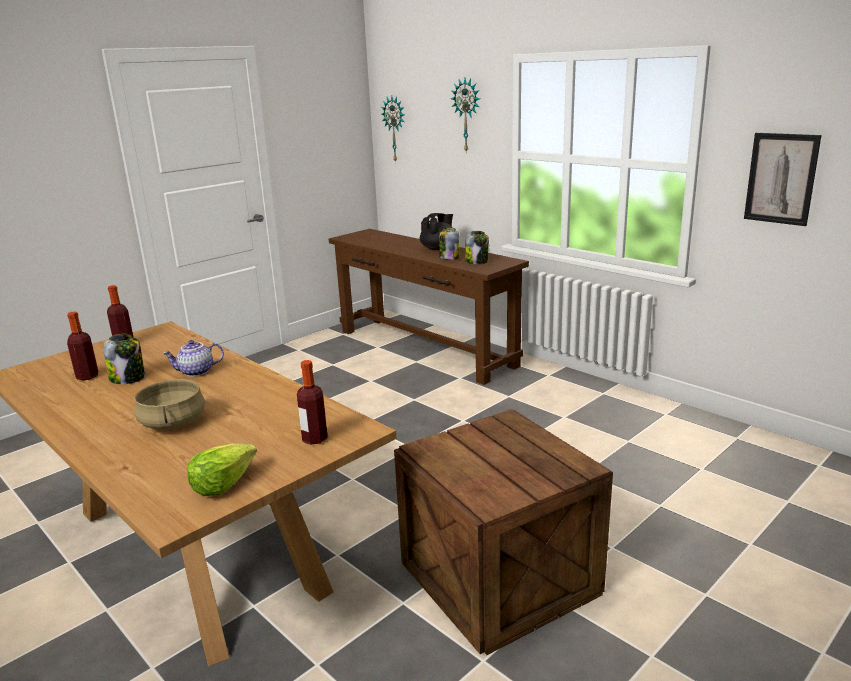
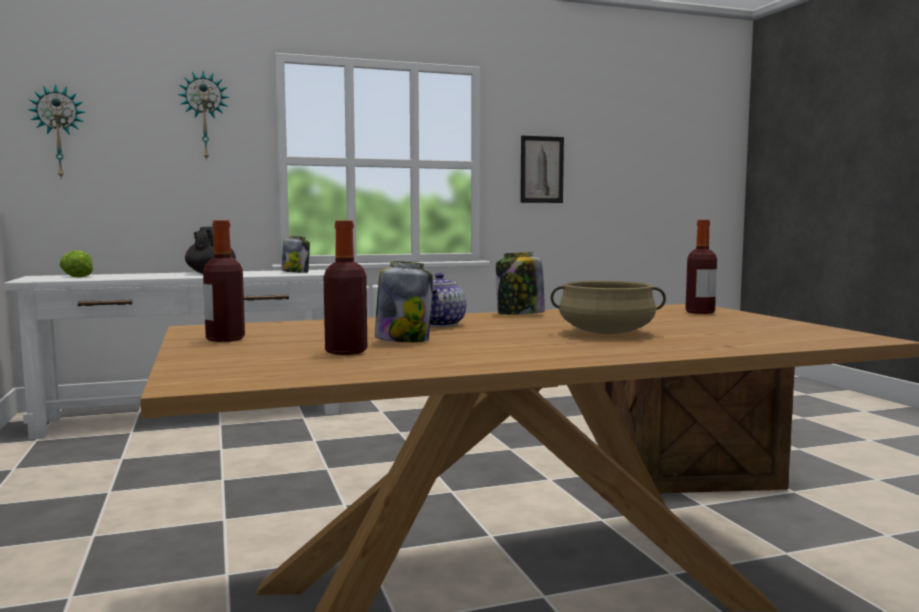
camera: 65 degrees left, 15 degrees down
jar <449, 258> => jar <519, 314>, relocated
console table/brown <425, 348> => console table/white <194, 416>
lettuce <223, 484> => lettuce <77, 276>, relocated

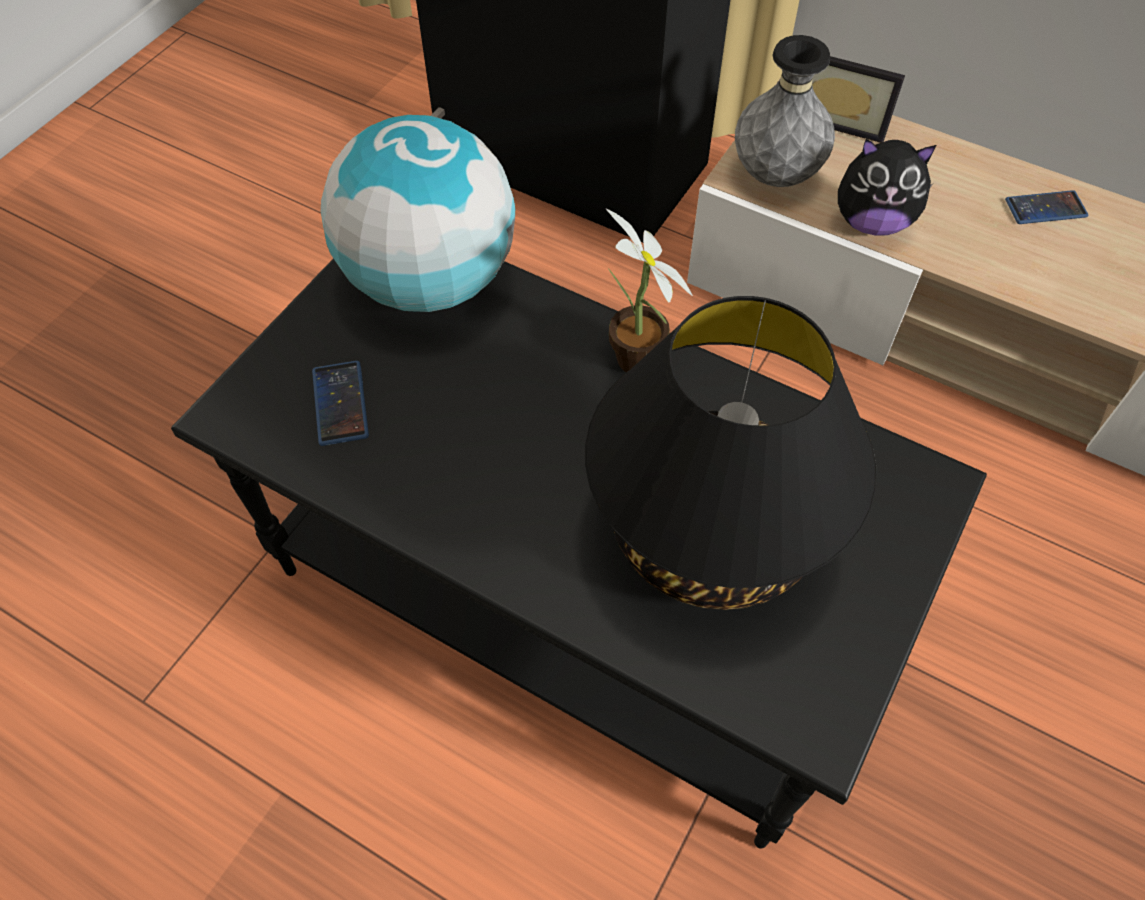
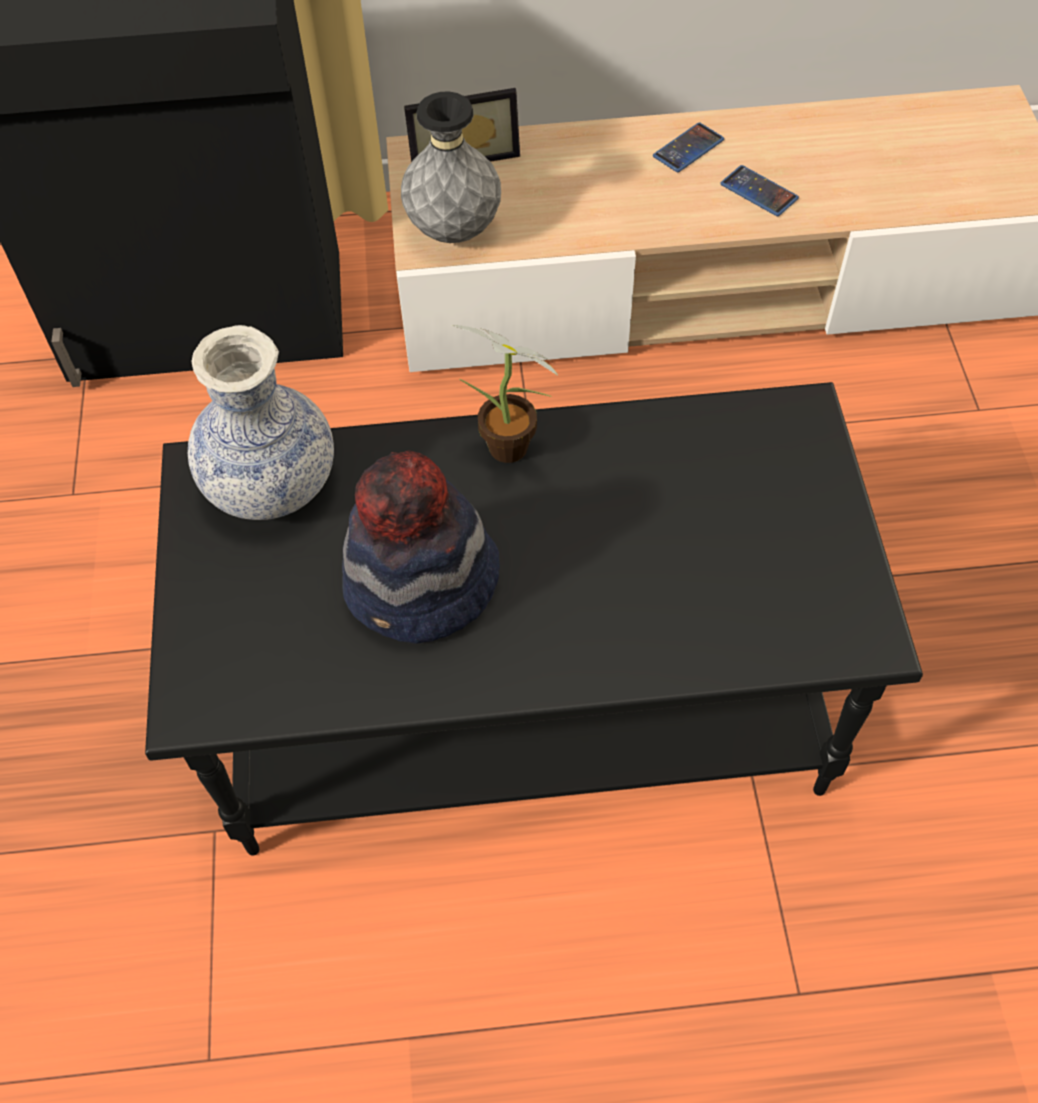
camera: 35 degrees left, 0 degrees up
globe <430, 281> => vase <271, 483>
plush toy <872, 222> => nothing
table lamp/black <713, 531> => nothing
phone <340, 403> => phone <759, 192>, relocated
nothing => hat <422, 586>

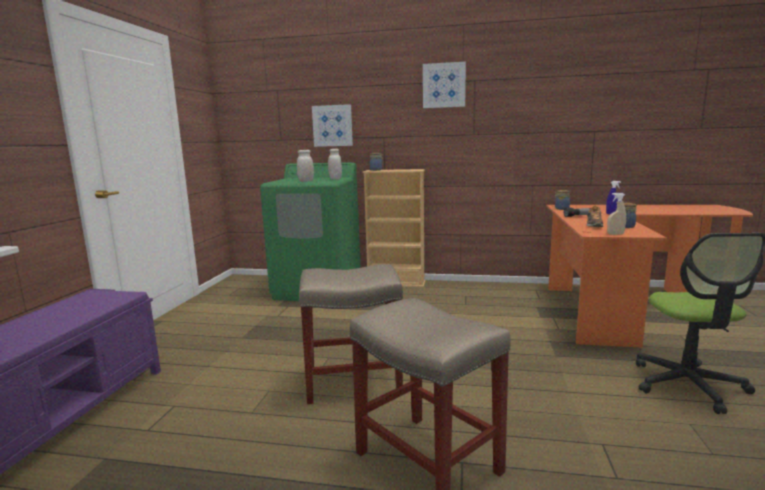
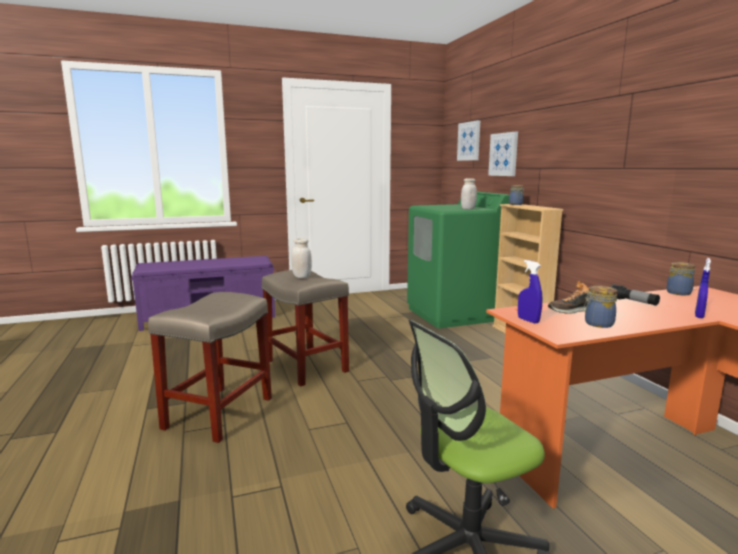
camera: 60 degrees right, 0 degrees up
picture <444, 85> => picture <469, 141>, relocated
jar/white <306, 181> => jar/white <302, 276>, relocated
spray bottle/beige <615, 234> => spray bottle/blue <528, 320>

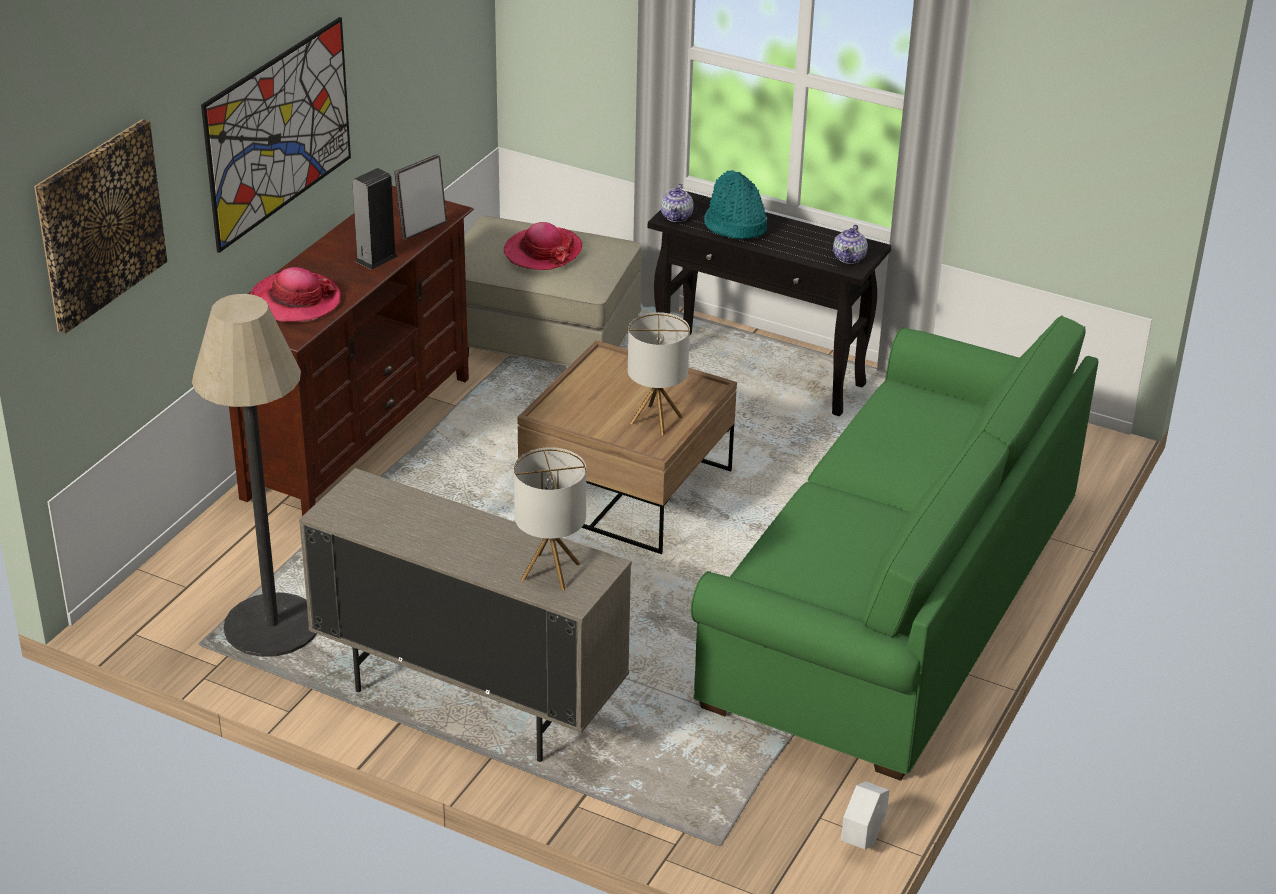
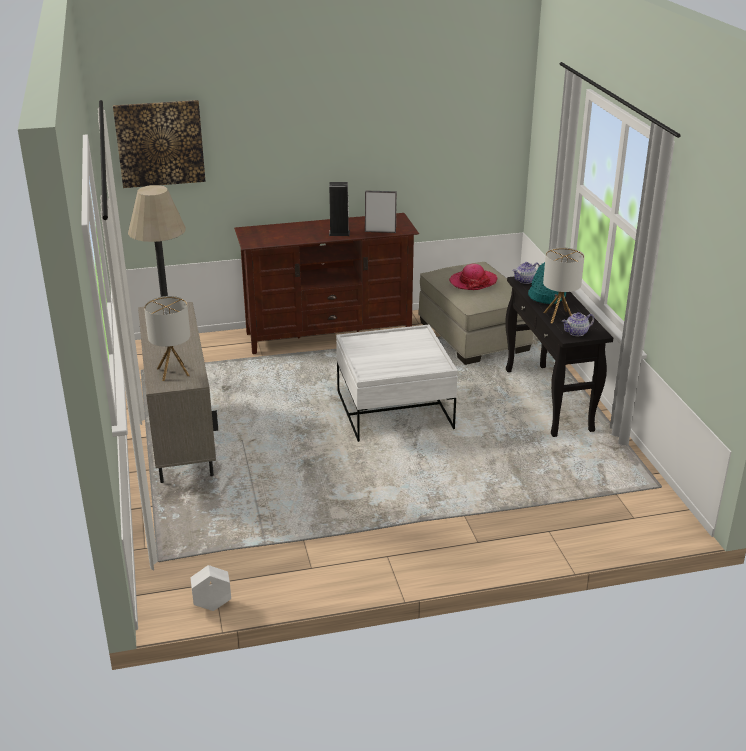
camera: 50 degrees right, 5 degrees down
picture <279, 132> => nothing
hat <295, 301> => nothing
table lamp <656, 420> => table lamp <558, 317>, relocated
sofa/green <896, 602> => nothing
coffee table/brown <627, 489> => coffee table/white <394, 410>

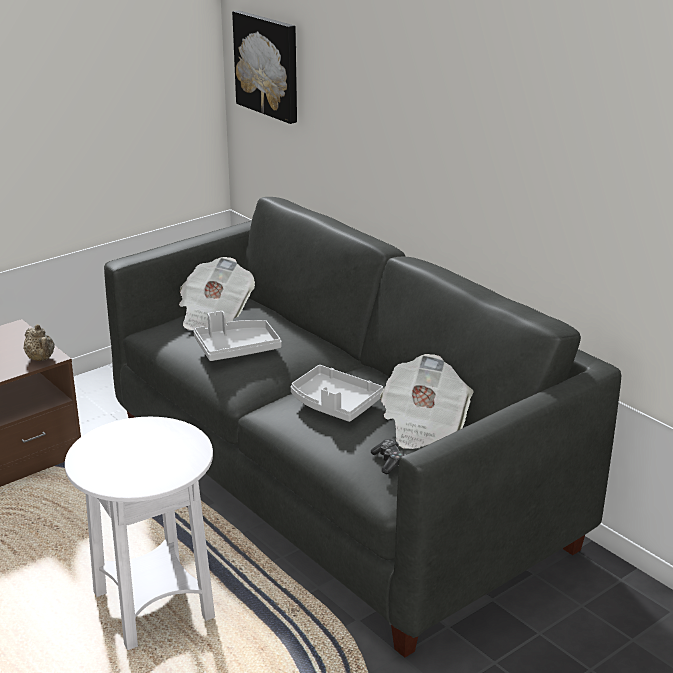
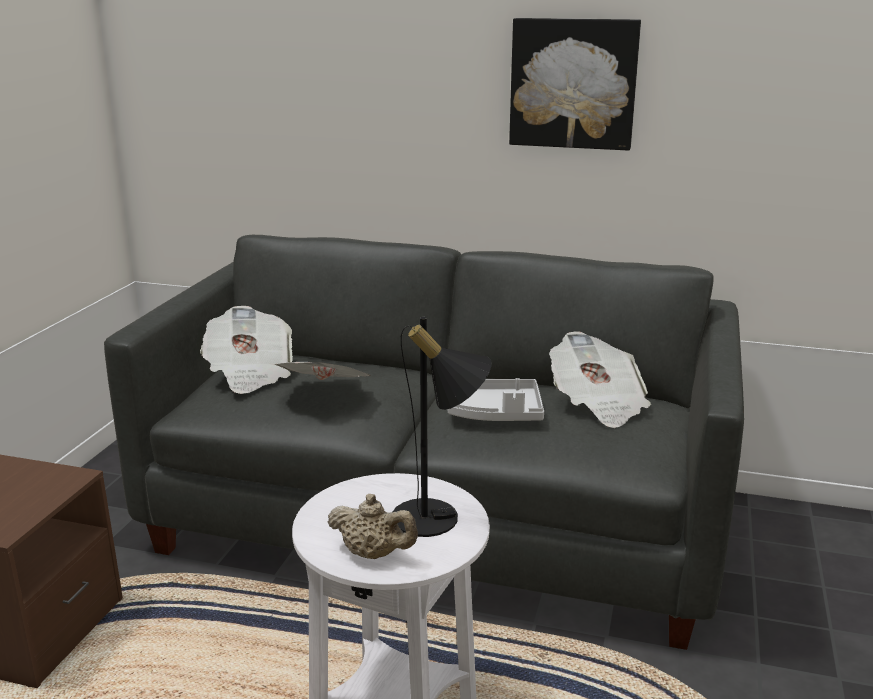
camera: 35 degrees left, 5 degrees down
picture <268, 65> => picture <573, 83>, relocated
tray/grey <236, 349> => newspaper <325, 395>
teapot/beige <41, 359> => teapot/beige <373, 554>, relocated
game controller <389, 461> => nothing
nothing => table lamp/black <438, 519>

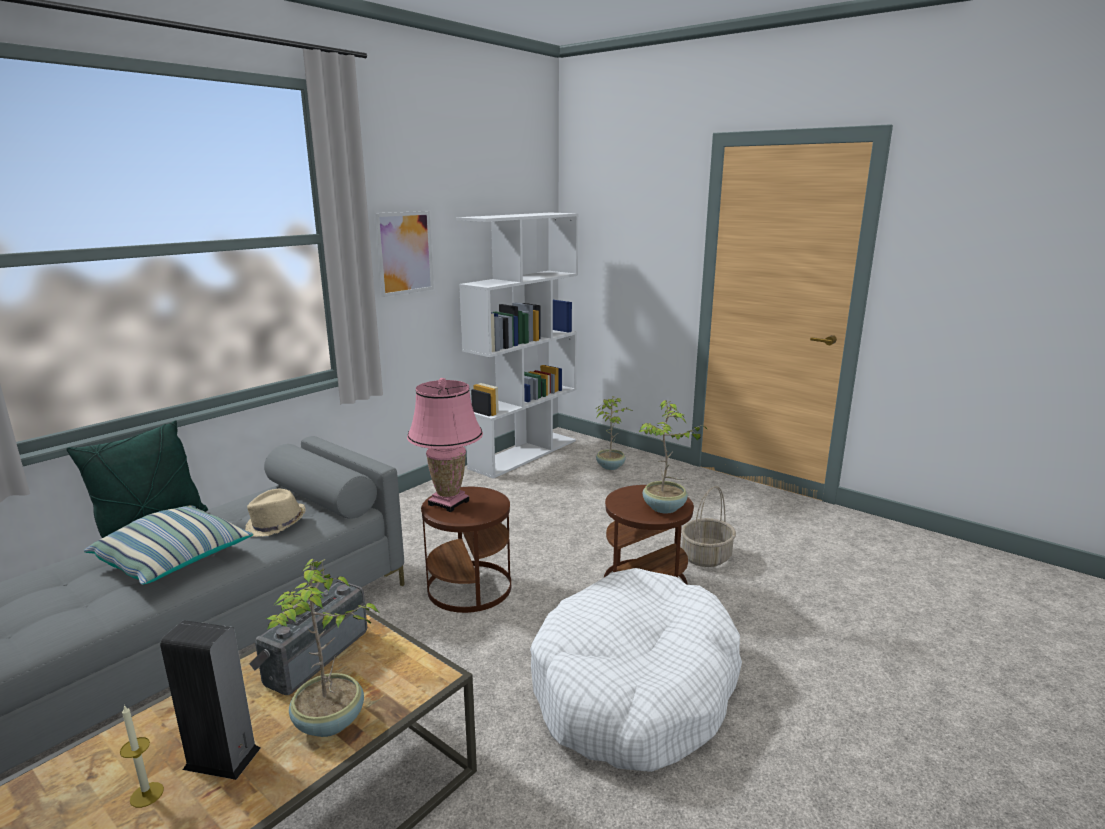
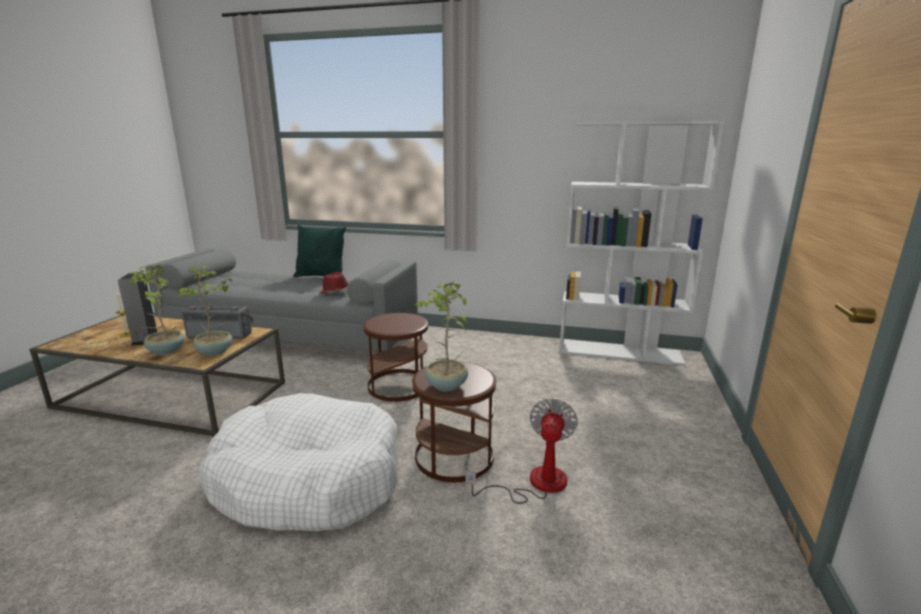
camera: 65 degrees right, 0 degrees up
picture <405, 253> => nothing
table lamp/pink <448, 503> => nothing
potted plant <610, 466> => potted plant <215, 352>, relocated
basket <706, 557> => fan <535, 483>
hat/beige <276, 525> => hat/red <335, 292>
pillow <175, 561> => nothing

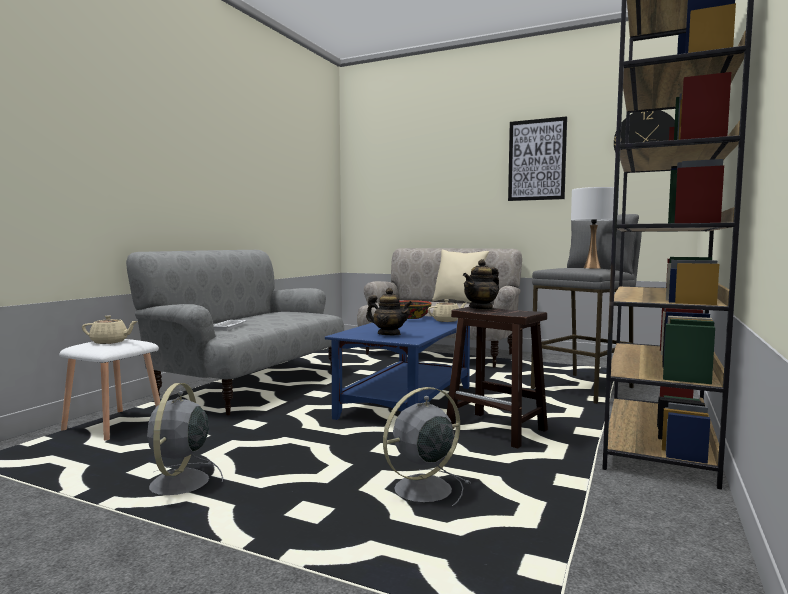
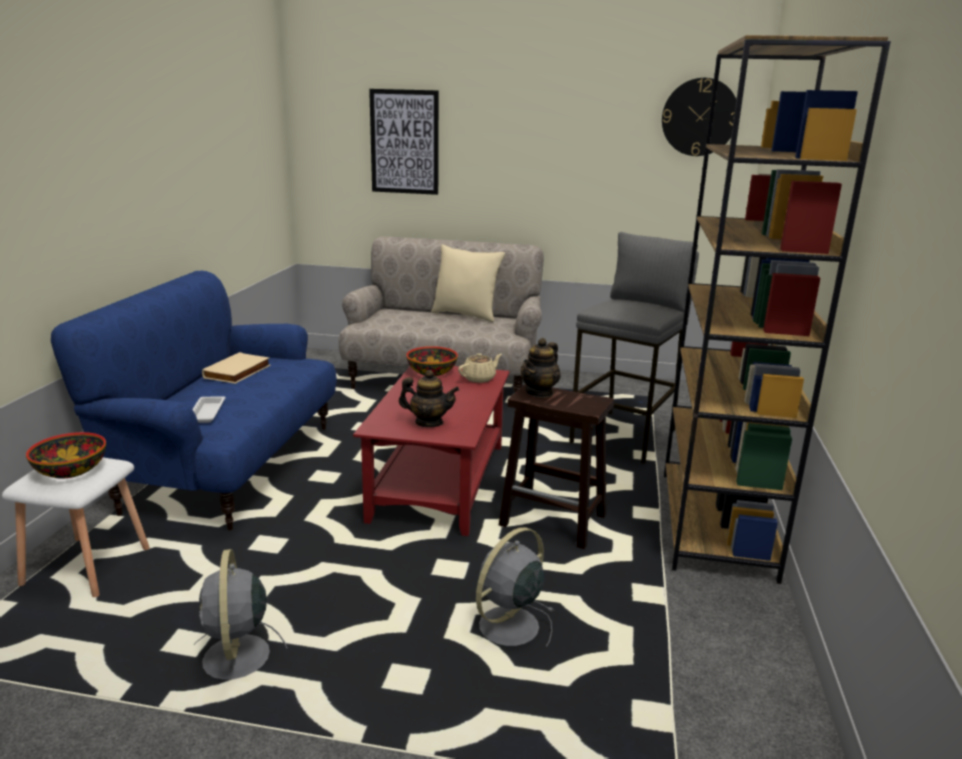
camera: 15 degrees left, 15 degrees up
picture <537, 160> => picture <404, 142>, relocated
table lamp/white <591, 268> => nothing
sofa/grey <250, 385> => sofa/blue <228, 467>
teapot/beige <110, 342> => bowl <70, 471>
coffee table/blue <407, 402> => coffee table/red <439, 482>
nothing => book/beige <238, 372>

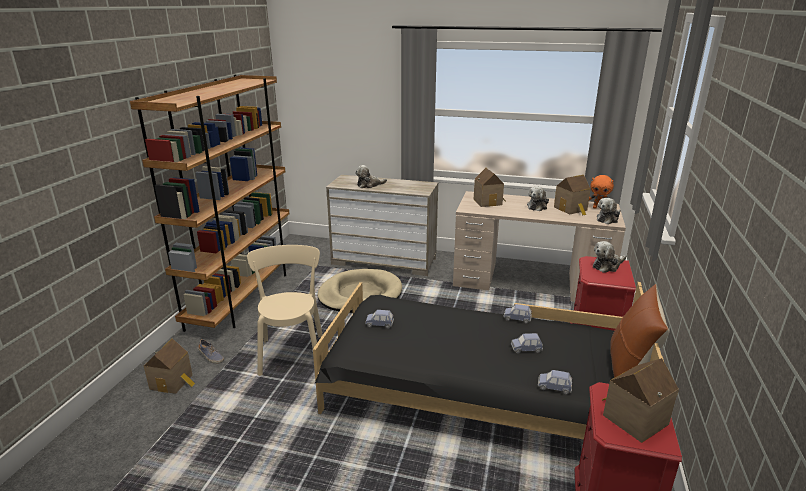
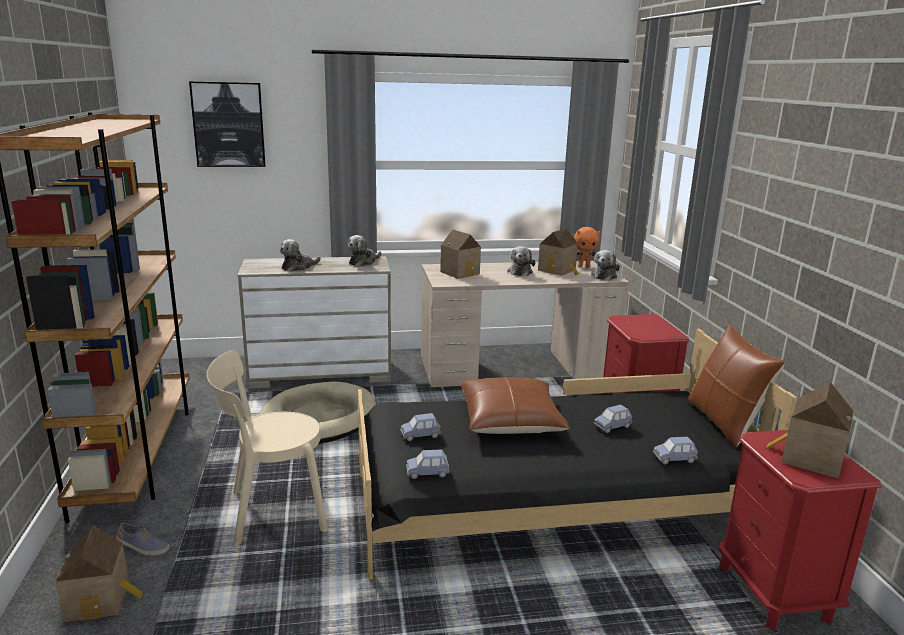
camera: 25 degrees left, 5 degrees down
plush toy <607, 266> => plush toy <363, 262>, relocated
chair/beige <292, 353> => chair/beige <272, 512>, 75 degrees counterclockwise
toy car/blue <517, 319> => toy car/blue <427, 473>, relocated
nothing => picture <228, 124>
nothing => pillow/brown <510, 420>

